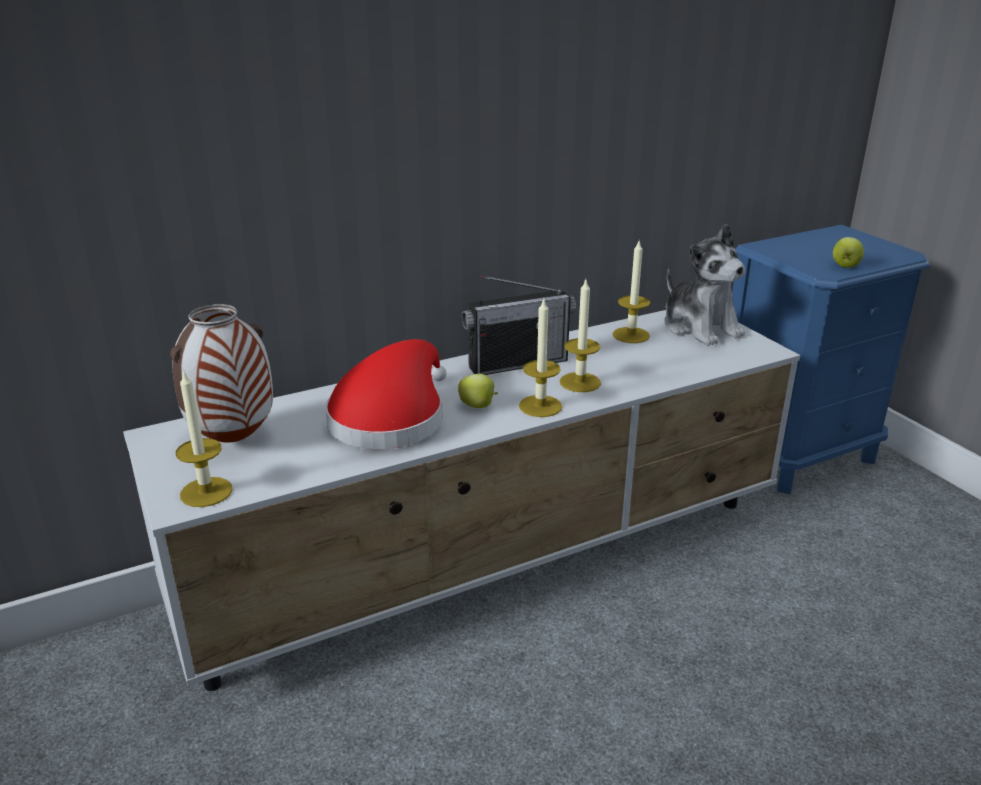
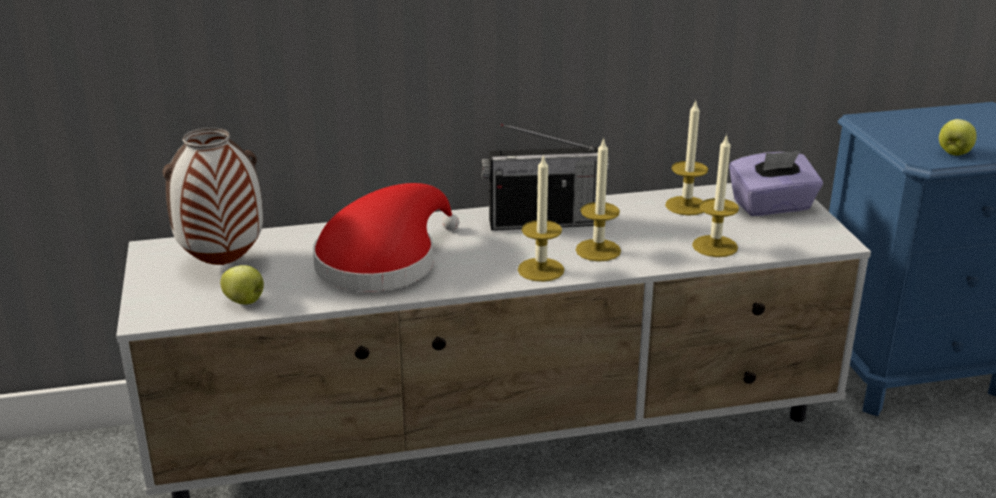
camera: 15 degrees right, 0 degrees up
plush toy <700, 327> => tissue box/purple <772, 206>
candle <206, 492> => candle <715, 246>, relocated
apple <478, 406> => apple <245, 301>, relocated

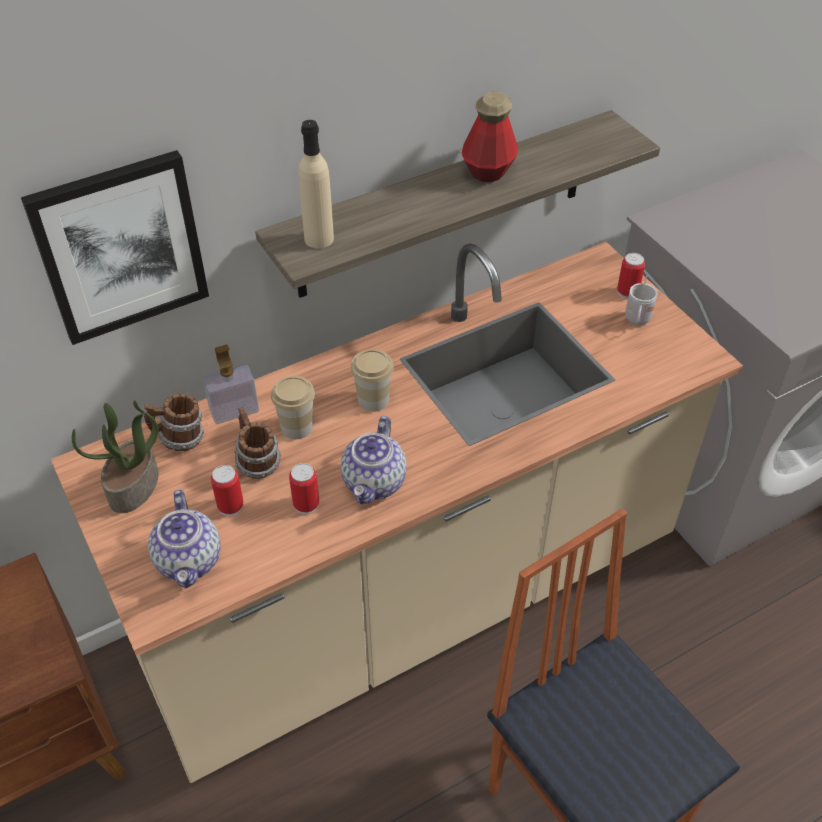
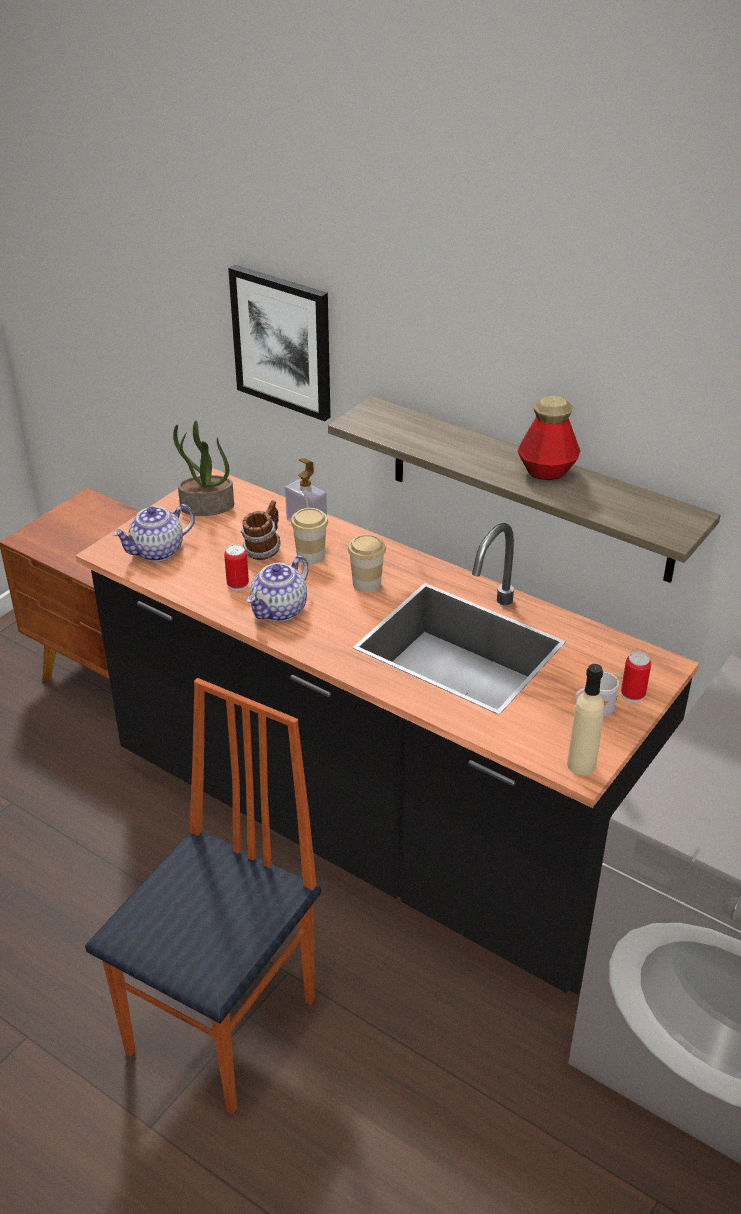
camera: 65 degrees right, 10 degrees down
bottle/beige <319, 239> => bottle/beige <581, 765>, relocated
counter/beige <411, 601> => counter/black <370, 830>
mug <179, 439> => nothing
teapot <375, 482> => teapot <280, 610>, 45 degrees counterclockwise
can <230, 506> => nothing

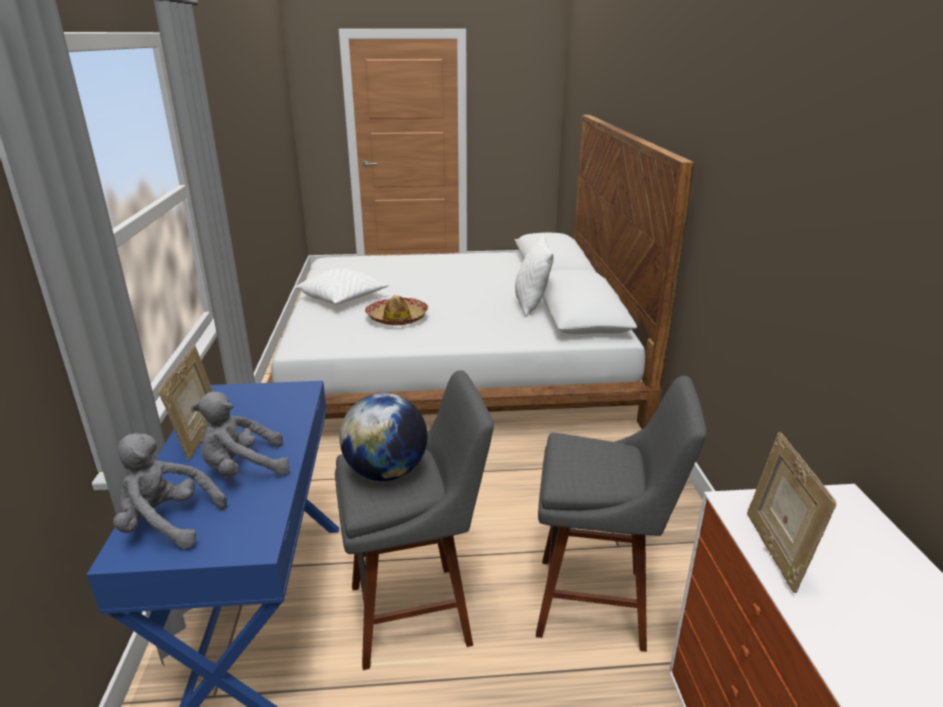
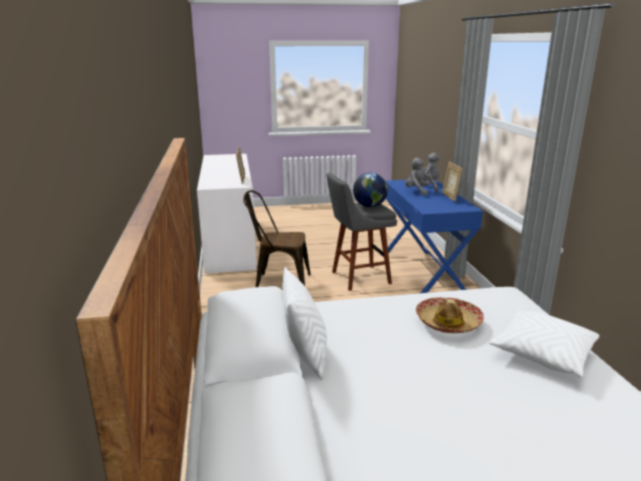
camera: 175 degrees right, 5 degrees down
stool/grey <598, 603> => chair/brown <278, 283>
plush toy/grey <243, 469> => plush toy/grey <418, 191>, 105 degrees counterclockwise

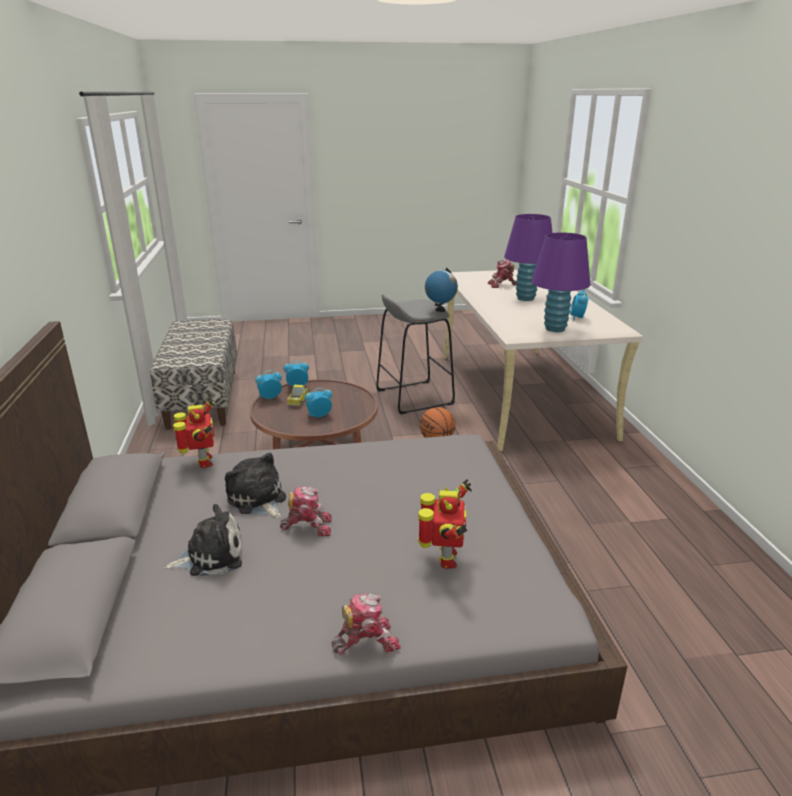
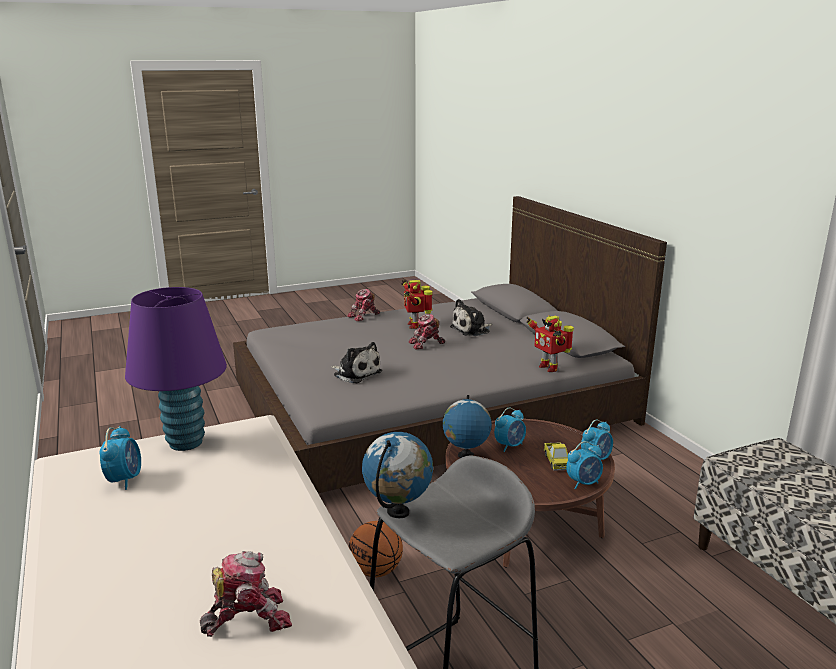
camera: 165 degrees right, 5 degrees down
table lamp/purple <525, 298> => nothing
plush toy <257, 500> => plush toy <356, 373>, relocated
toy robot <445, 559> => toy robot <415, 325>, relocated
nothing => globe <465, 455>

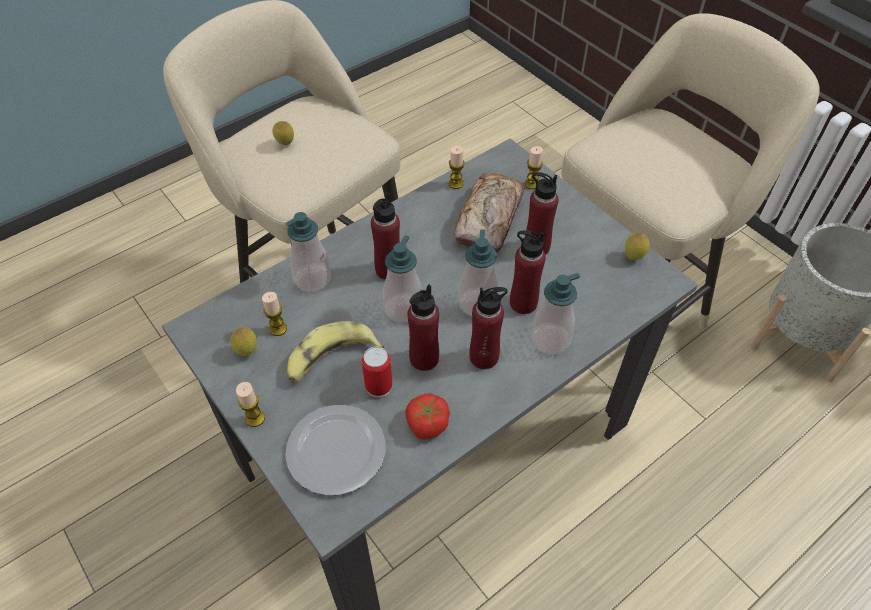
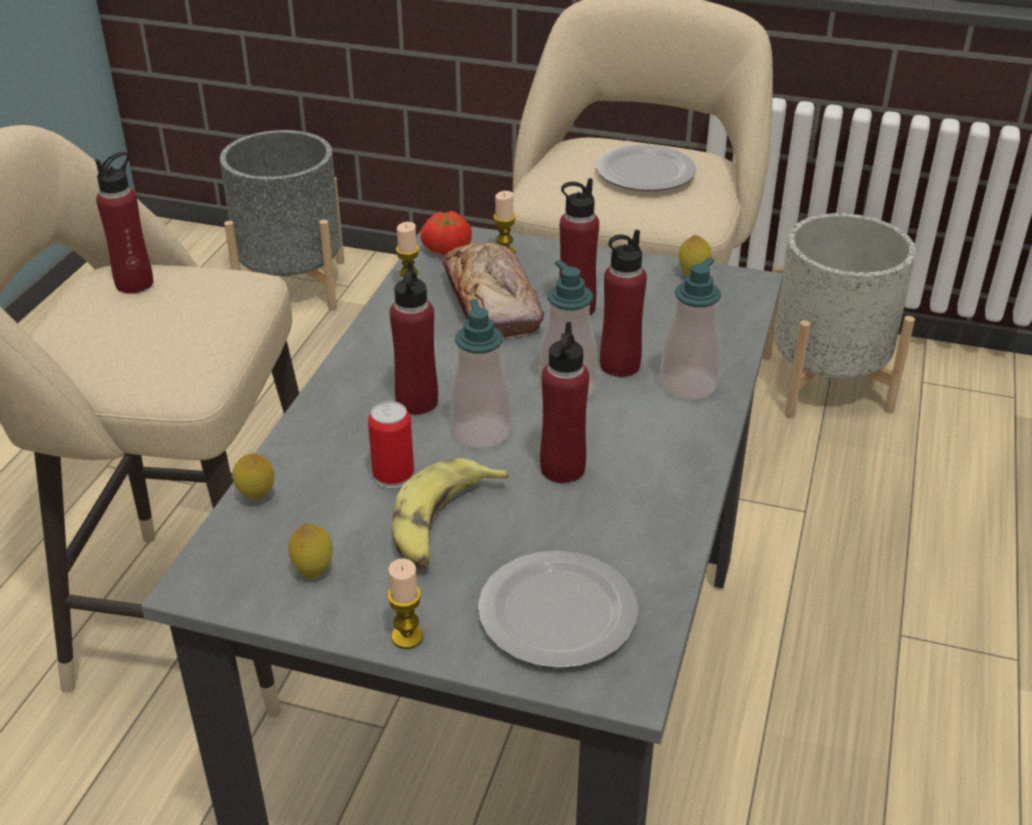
camera: 35 degrees left, 15 degrees down
lemon <285, 144> => lemon <257, 498>, relocated
soap dispenser <312, 279> => nothing
bottle/red <484, 357> => bottle/red <134, 283>, relocated
candle <278, 329> => nothing
can <378, 386> => can <393, 476>, relocated
tomato <427, 423> => tomato <446, 249>, relocated
nothing => planter/grey <292, 285>
nothing => plate <645, 172>

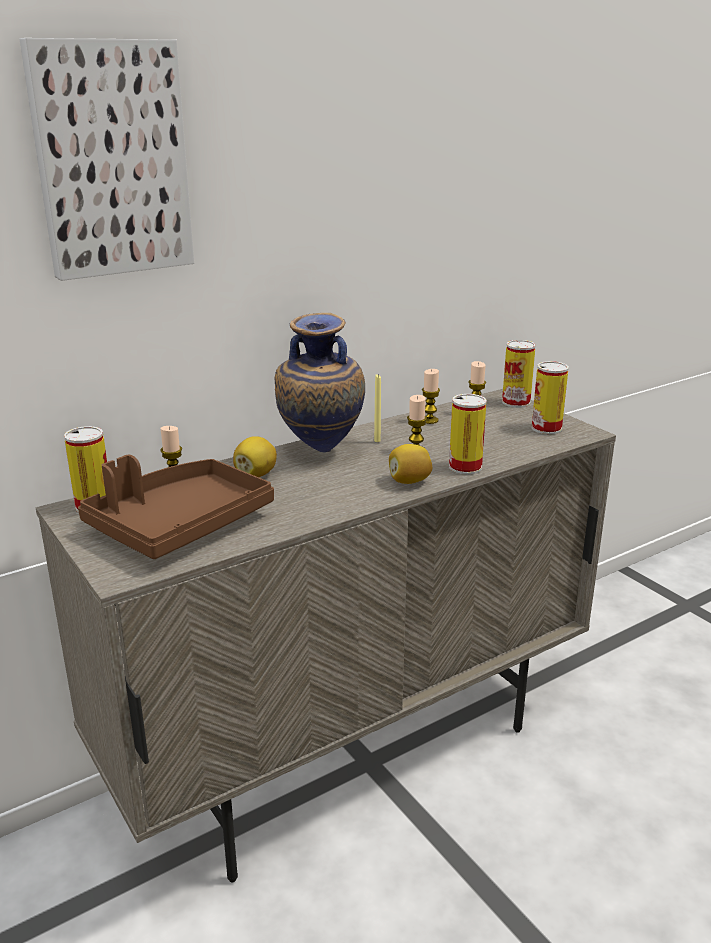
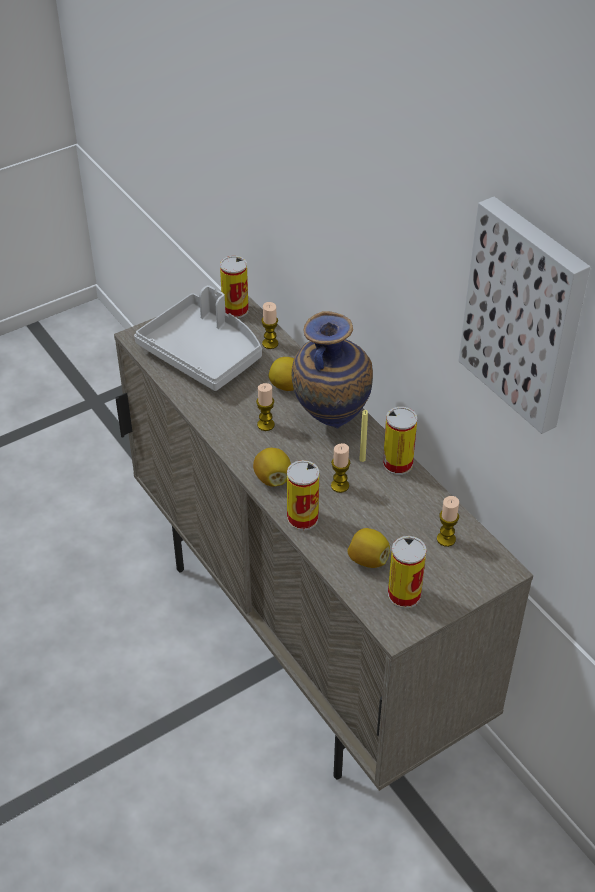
camera: 90 degrees right, 20 degrees up
picture <110, 159> => picture <526, 314>, relocated
can <516, 402> => can <397, 464>, relocated
candle <429, 420> => candle <265, 425>, relocated
tray/brown <179, 525> => tray/grey <203, 354>
nothing => lemon <368, 559>

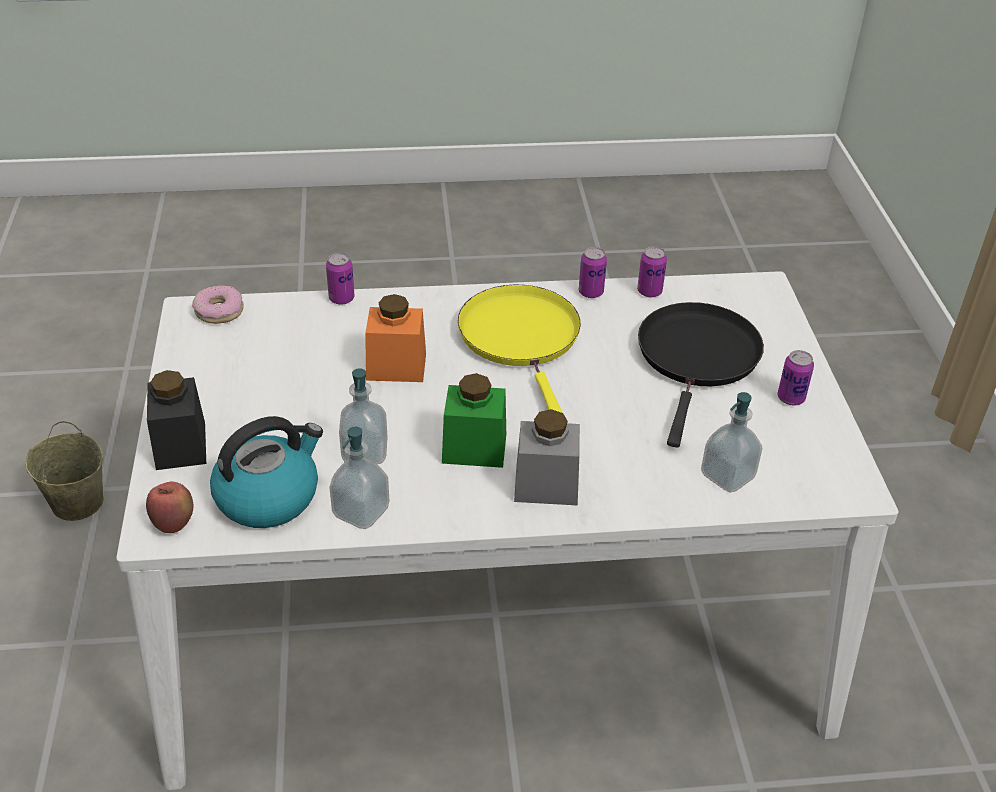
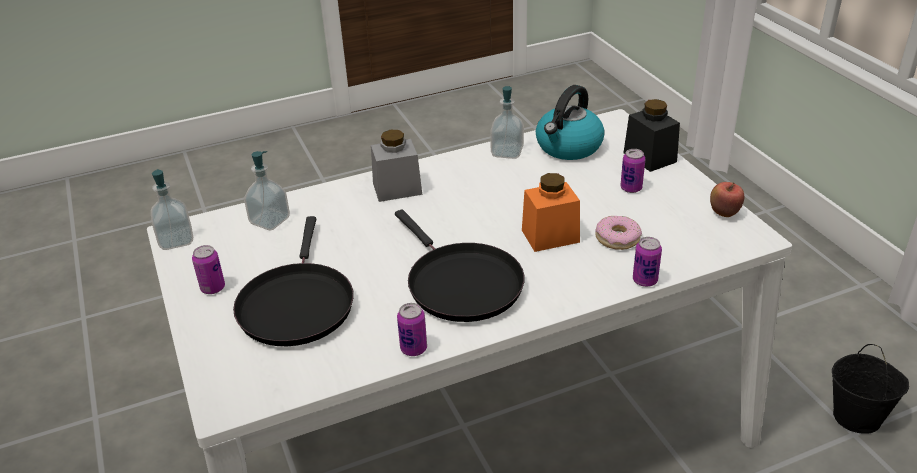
camera: 165 degrees right, 5 degrees down
can <649, 291> => can <631, 188>, relocated
donut <219, 311> => donut <617, 238>, relocated
frying pan/yellow <522, 339> => frying pan/black <460, 283>
soap dispenser <365, 452> => soap dispenser <176, 240>, relocated
jar/green <474, 448> => nothing
bucket/beige <76, 502> => bucket/black <857, 417>
apple <174, 524> => apple <724, 214>, relocated

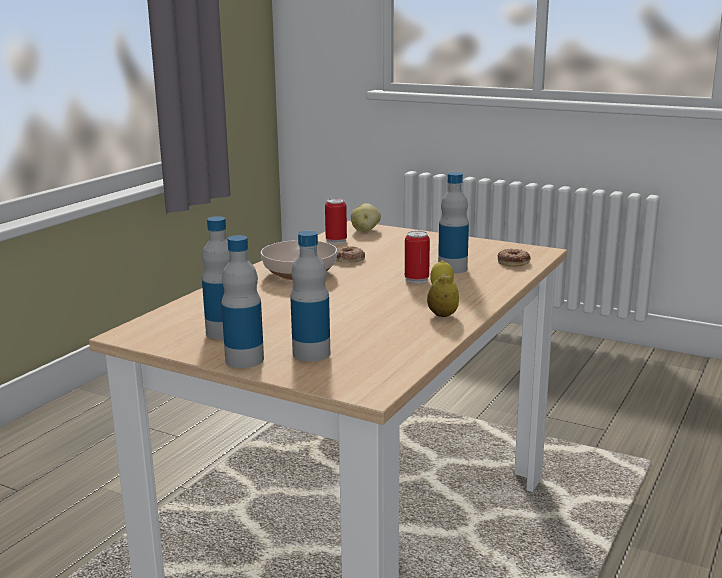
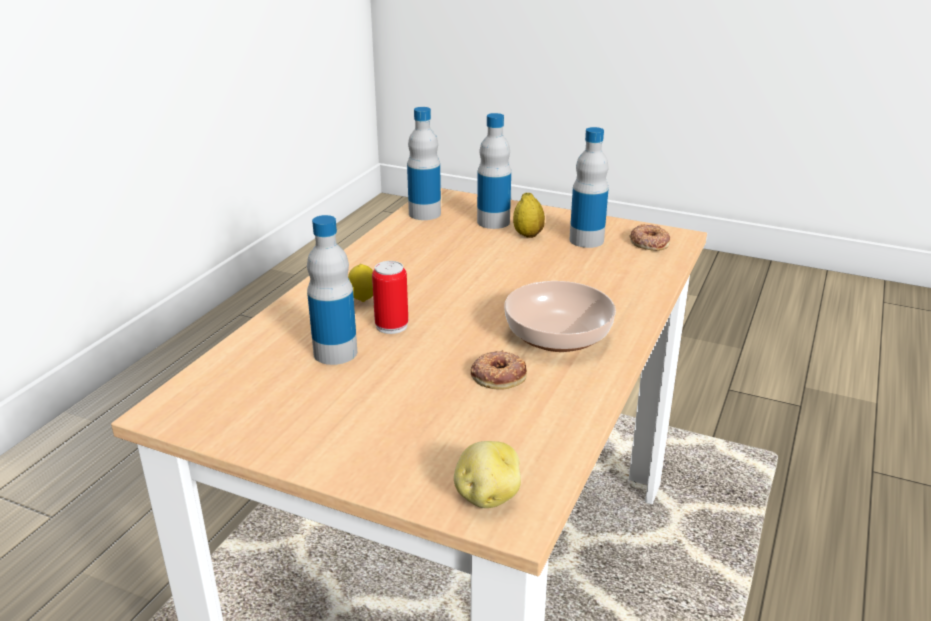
camera: 175 degrees right, 10 degrees up
can <336, 241> => nothing
bottle <244, 360> => bottle <424, 213>, relocated
donut <513, 262> => donut <649, 242>, relocated
lemon <442, 315> => lemon <528, 235>, relocated

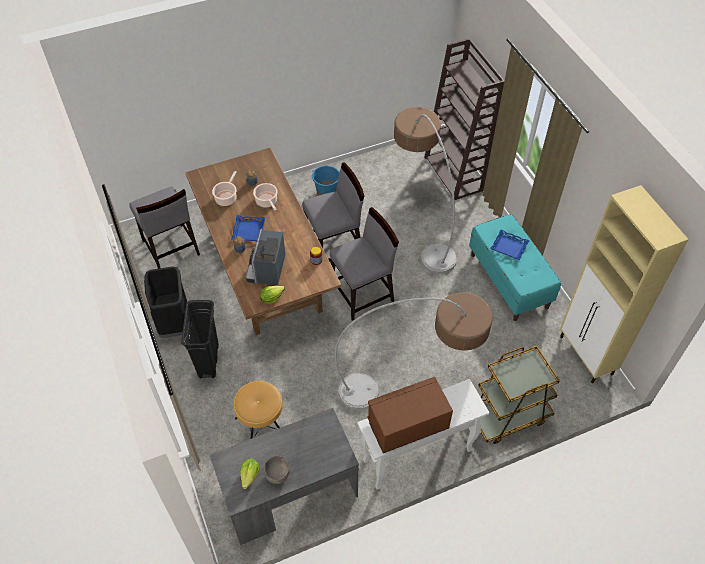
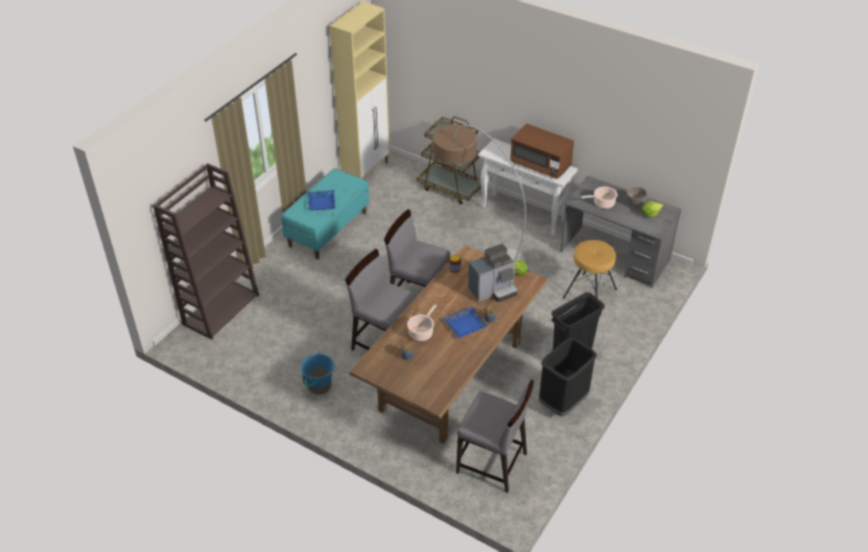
camera: 125 degrees left, 10 degrees down
floor lamp <421, 224> => nothing
cooking pot <226, 198> => cooking pot <602, 203>, relocated
chair/grey <170, 248> => chair/grey <492, 464>, 90 degrees clockwise

